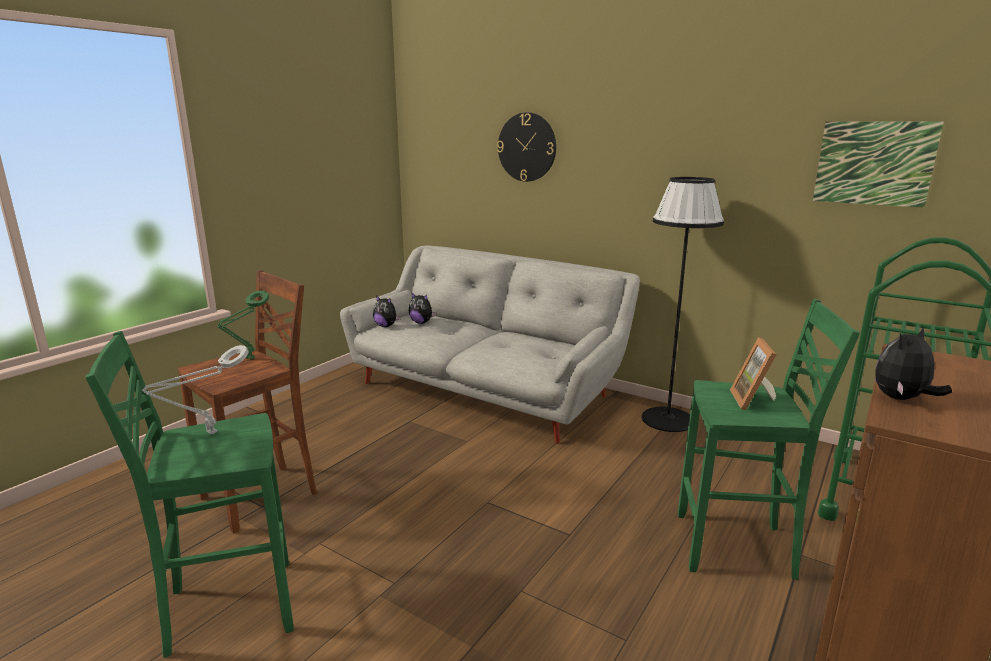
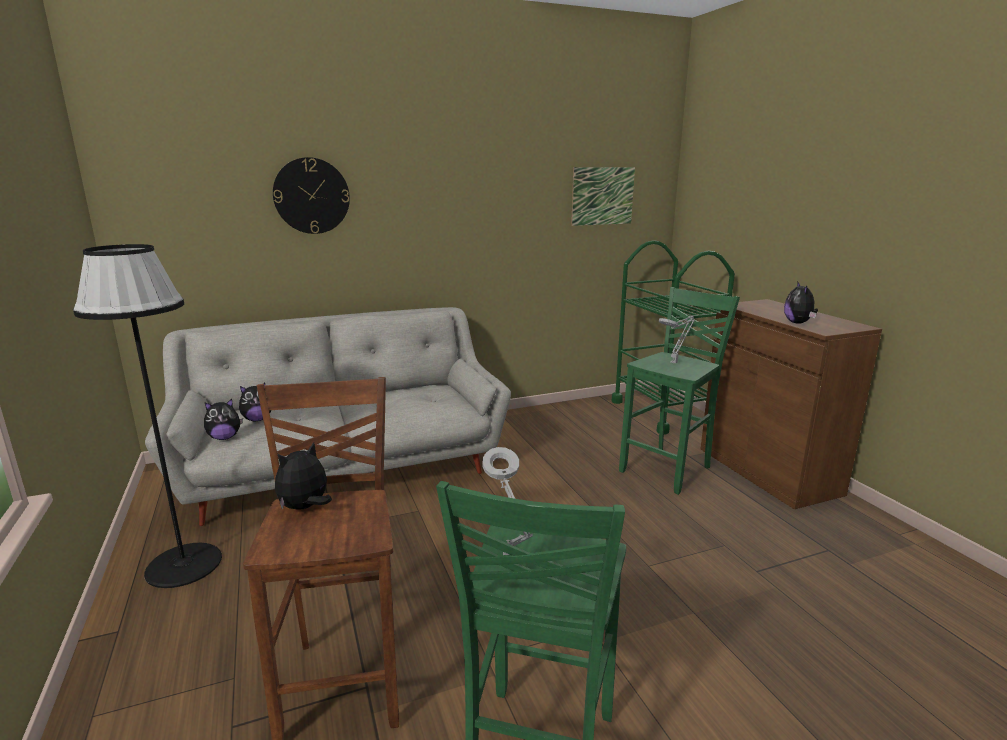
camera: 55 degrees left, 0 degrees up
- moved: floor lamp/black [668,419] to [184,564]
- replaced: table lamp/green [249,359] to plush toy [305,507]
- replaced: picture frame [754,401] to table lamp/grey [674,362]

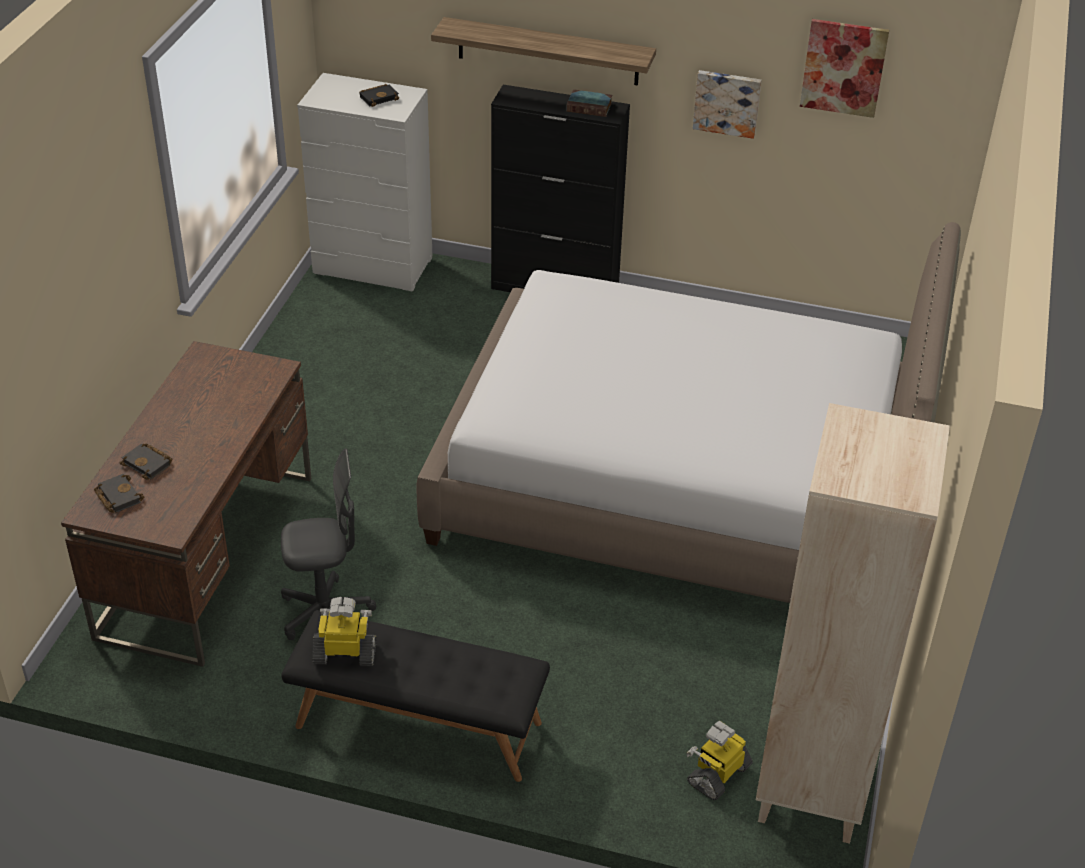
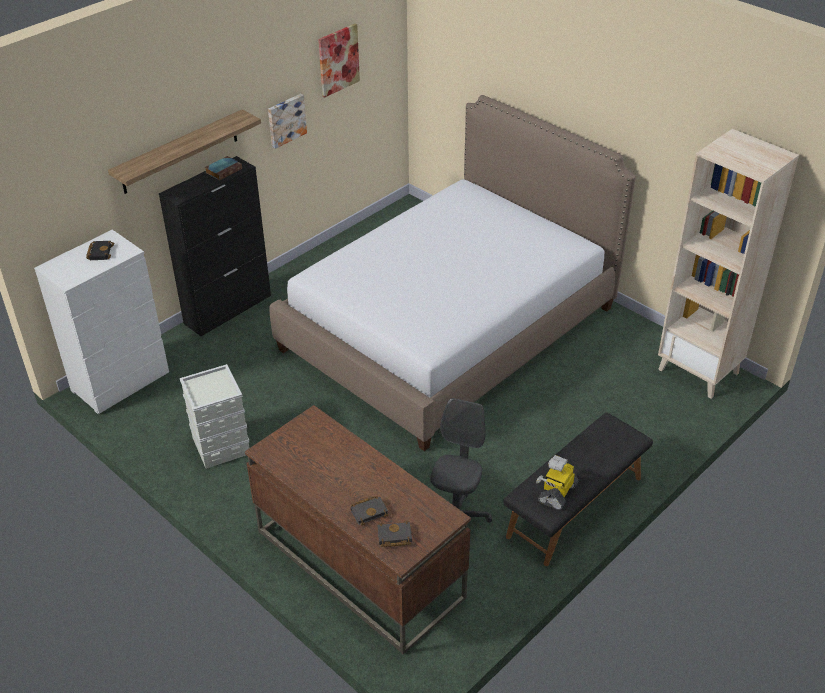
camera: 60 degrees left, 0 degrees up
- added: storage box/grey [220,445]
- removed: toy robot [718,774]

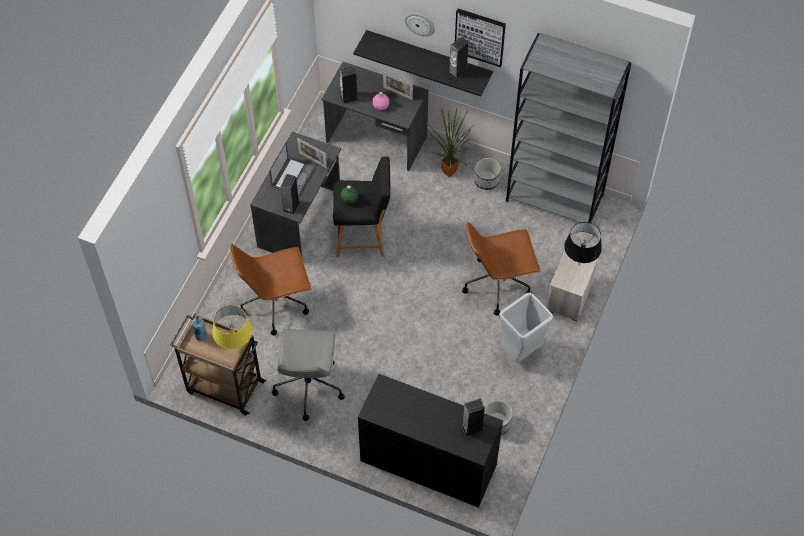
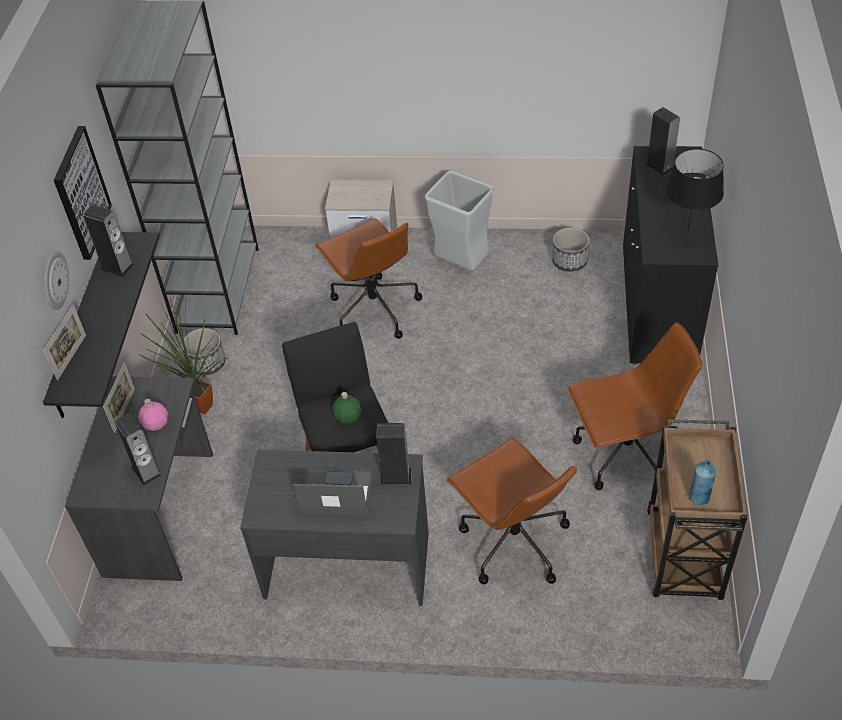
camera: 105 degrees left, 10 degrees down
- moved: picture frame [312,160] to [71,357]
- recoloured: office chair/grey [308,386] to office chair/brown [624,455]
- moved: table lamp/black [579,265] to [688,229]
- removed: table lamp/yellow [236,348]

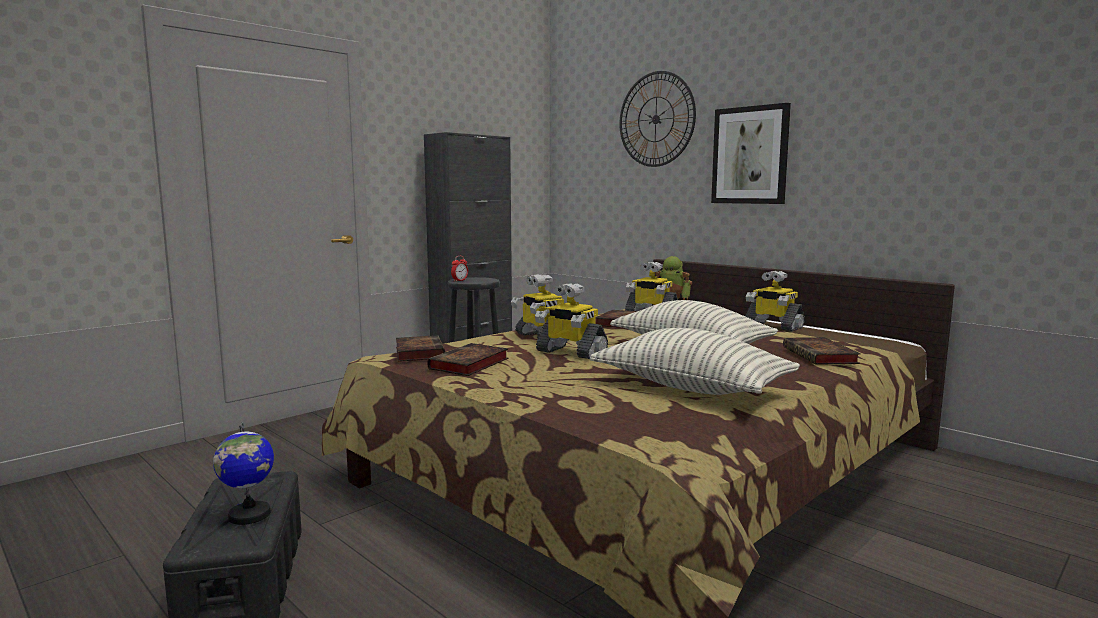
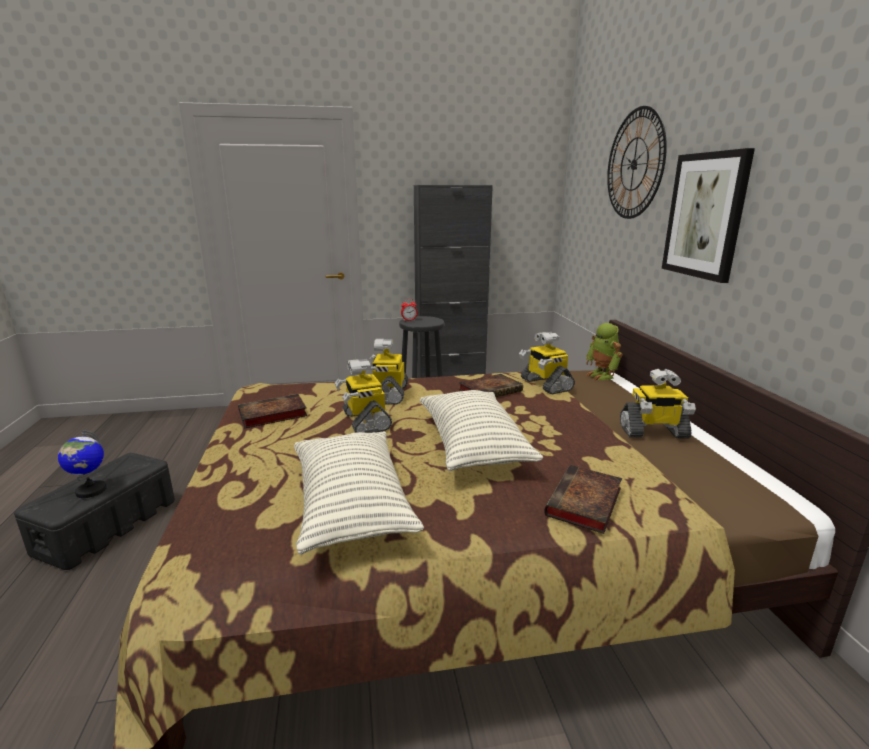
camera: 35 degrees right, 10 degrees up
- turned: toy robot [772,326] = [653,432] 75 degrees counterclockwise
- removed: book [418,353]

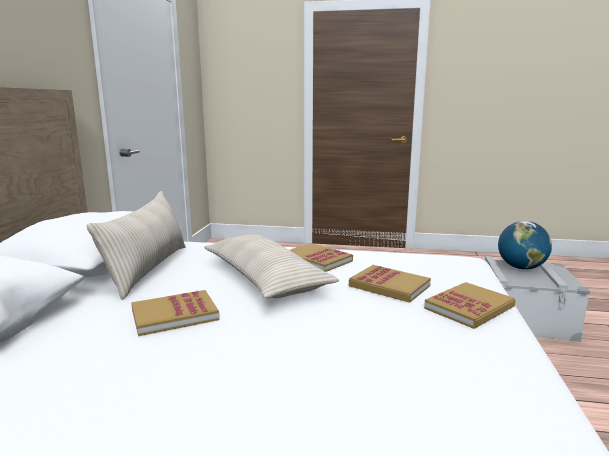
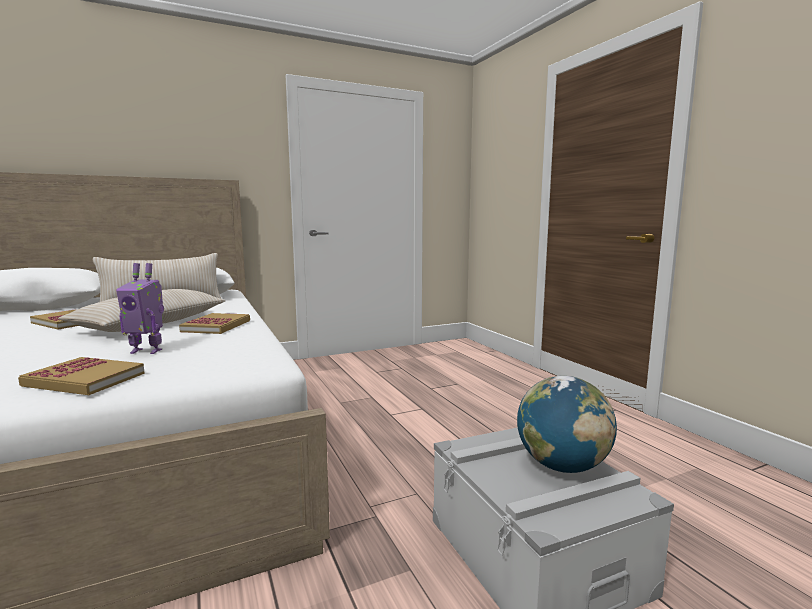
camera: 55 degrees right, 5 degrees down
- replaced: book [389,286] to toy robot [147,351]

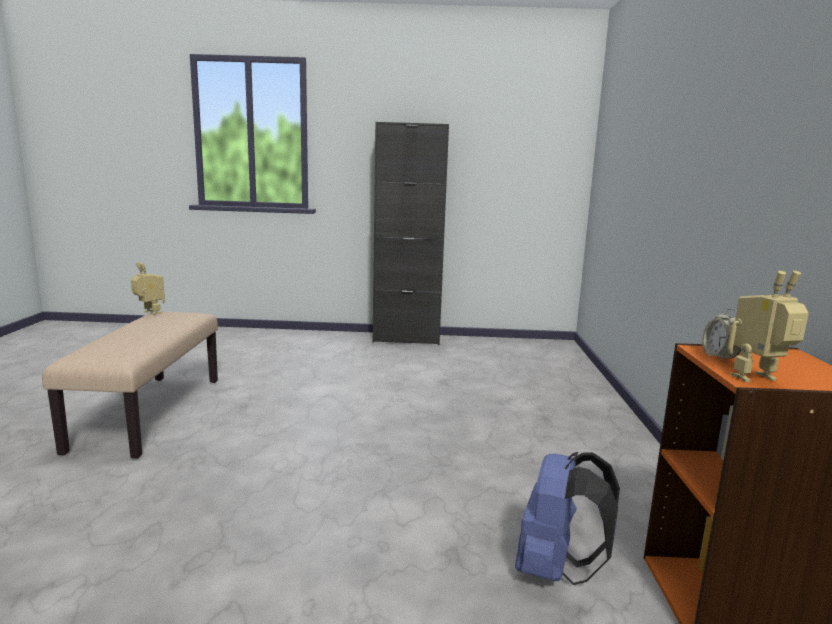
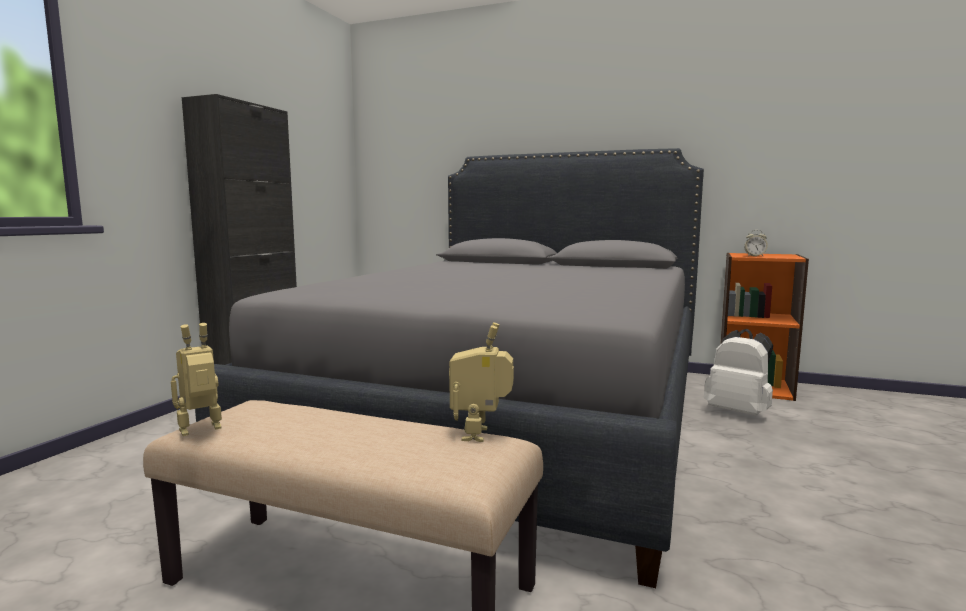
camera: 70 degrees left, 5 degrees down
- added: bed/grey [511,416]
- moved: toy robot [758,380] to [481,434]
- recoloured: backpack/blue [555,570] to backpack/white [738,413]

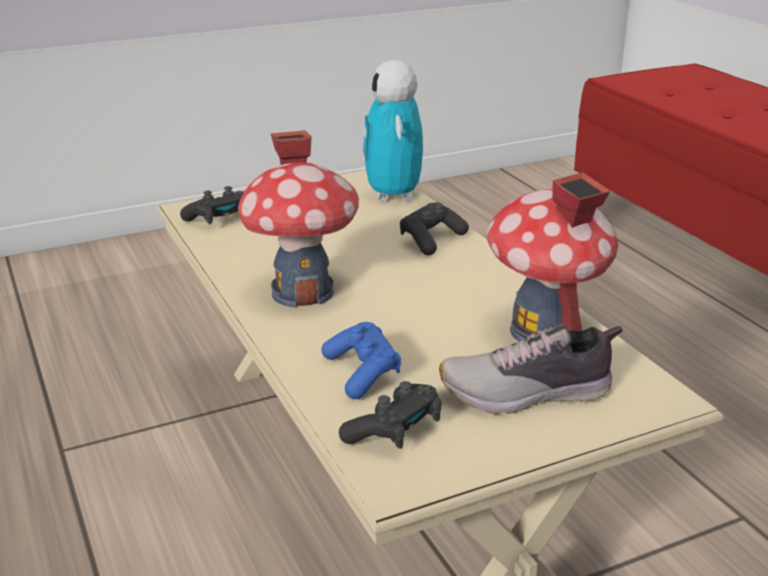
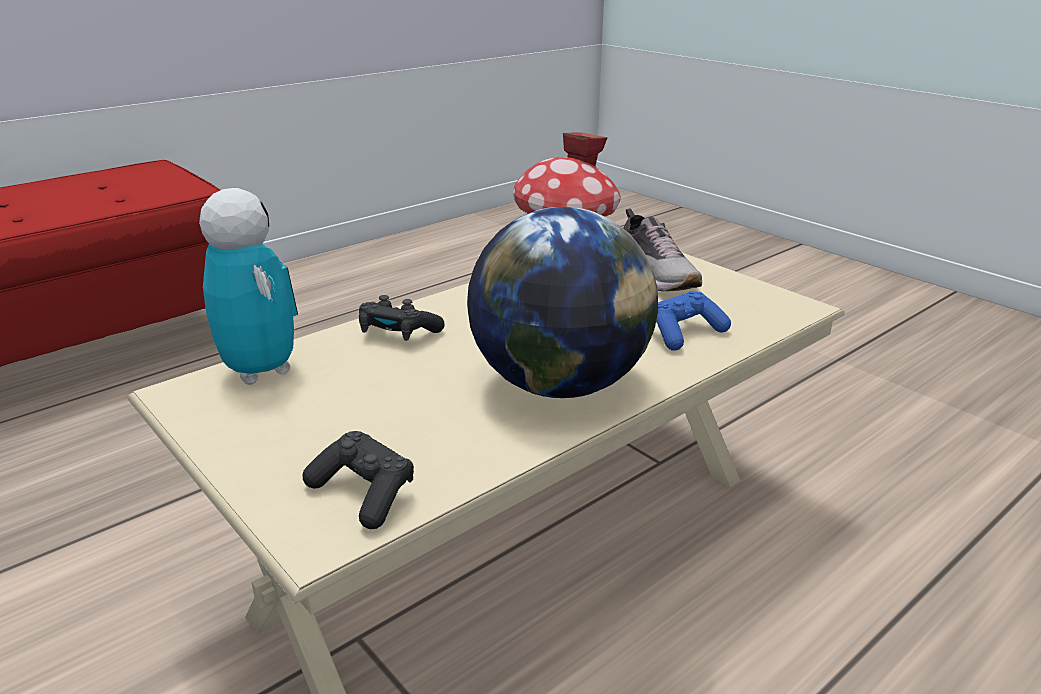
camera: 105 degrees left, 0 degrees up
- turned: toy robot [393,196] = [260,371] 105 degrees counterclockwise
- replaced: toy house [303,292] to globe [559,384]
- removed: game controller/black [394,431]

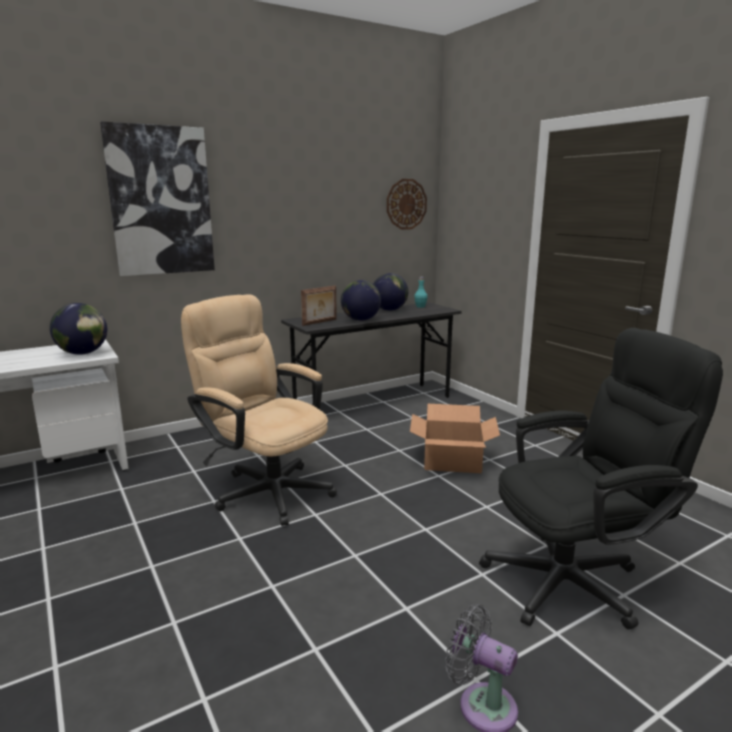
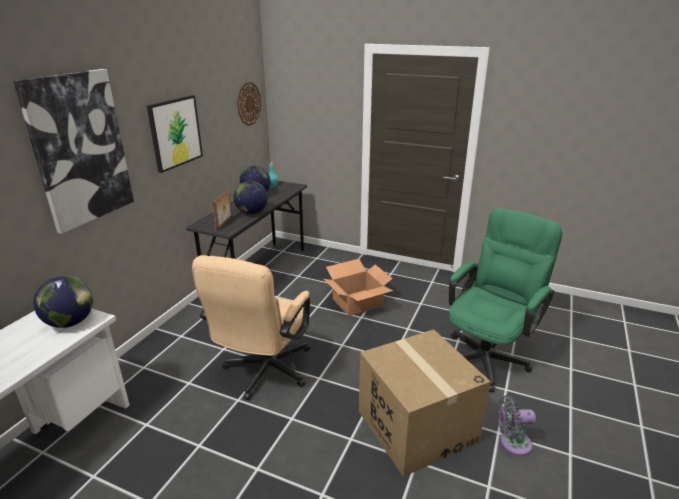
camera: 35 degrees left, 10 degrees up
- added: picture [175,132]
- turned: office chair/beige [266,489] = [264,374] 75 degrees counterclockwise
- added: cardboard box [416,426]
- recoloured: office chair/black [577,579] to office chair/green [488,355]

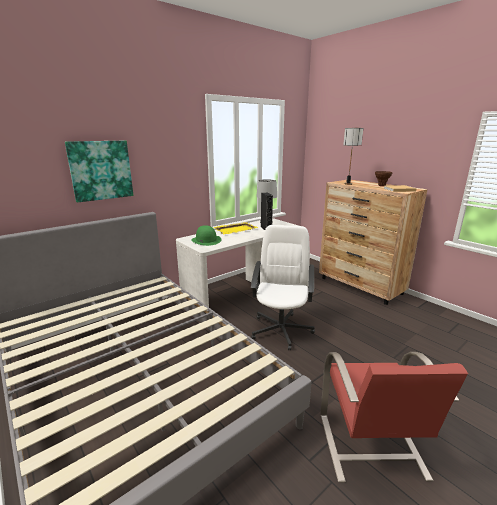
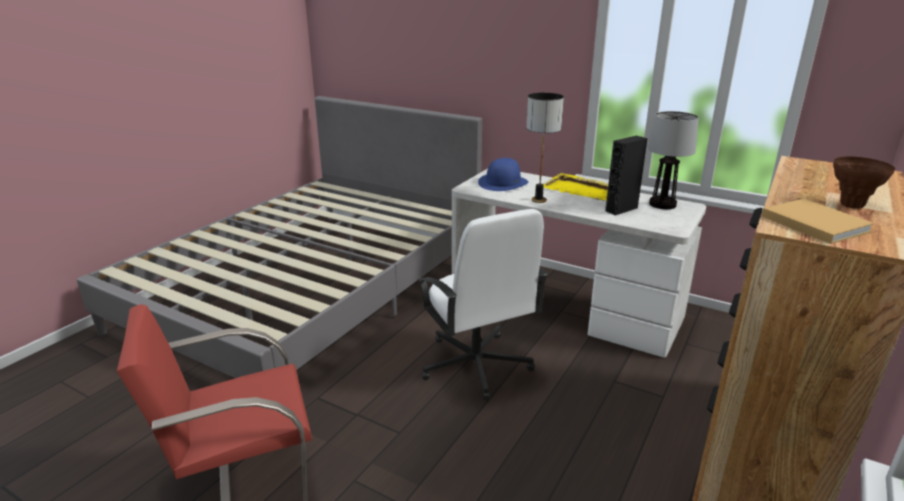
camera: 70 degrees right, 5 degrees up
- turned: office chair/white [281,329] = [476,365] 75 degrees clockwise
- recoloured: hat/green [206,240] to hat/blue [503,182]
- moved: table lamp [348,184] to [539,200]
- removed: picture [101,170]

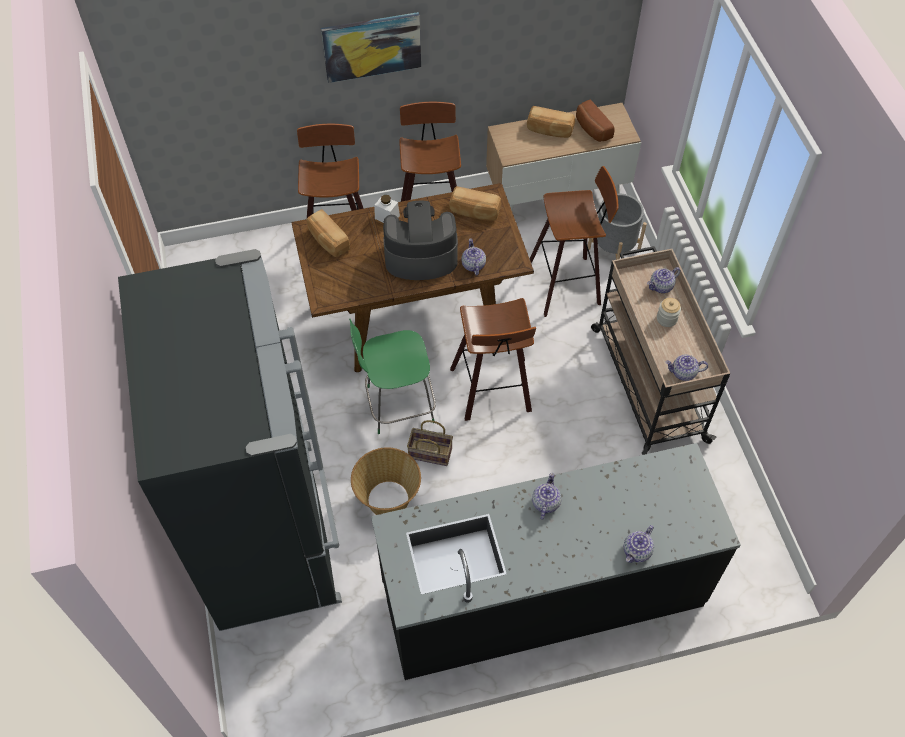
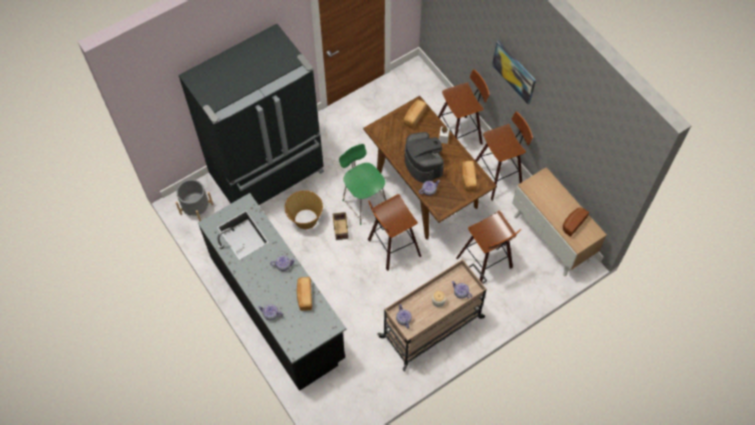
camera: 70 degrees right, 5 degrees up
- moved: planter/grey [613,248] to [196,209]
- moved: bread [549,130] to [304,296]

